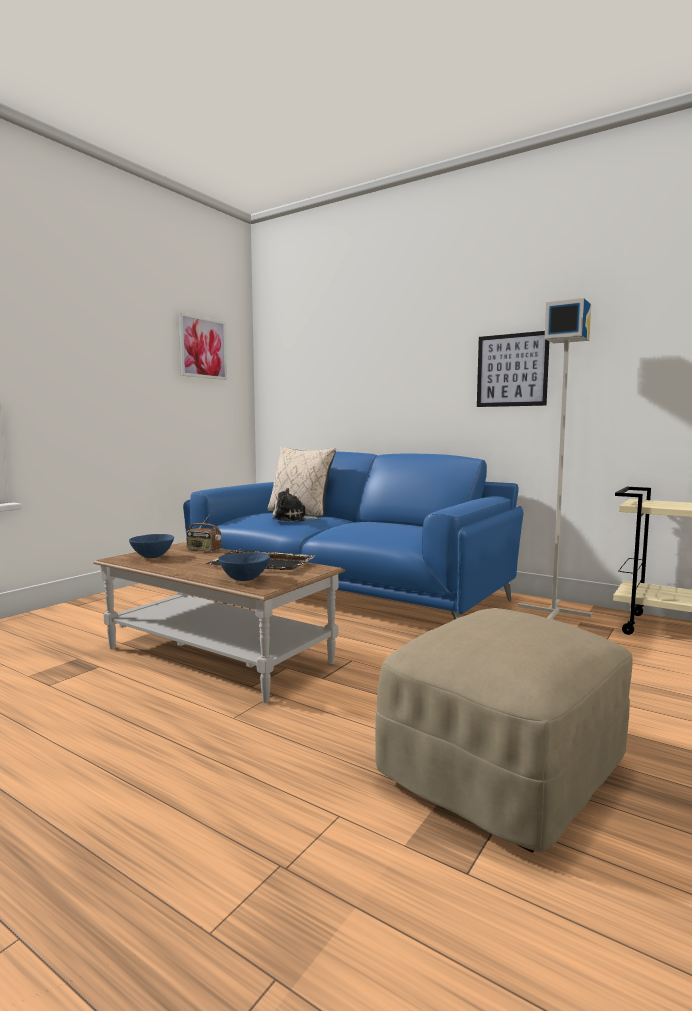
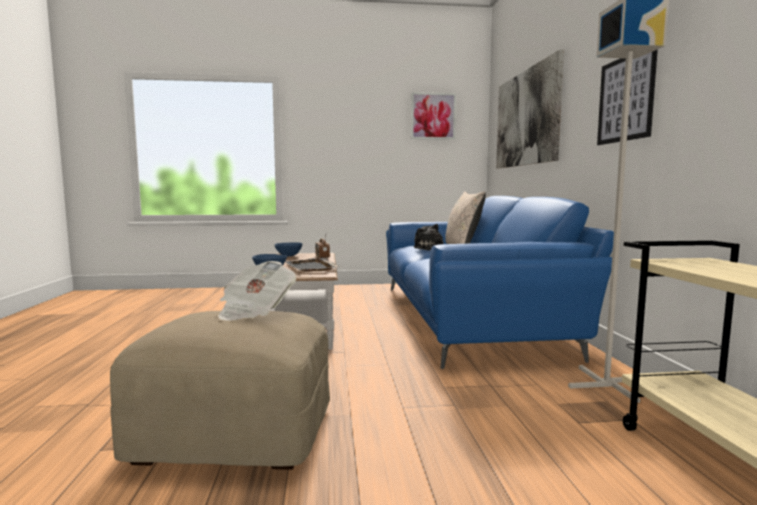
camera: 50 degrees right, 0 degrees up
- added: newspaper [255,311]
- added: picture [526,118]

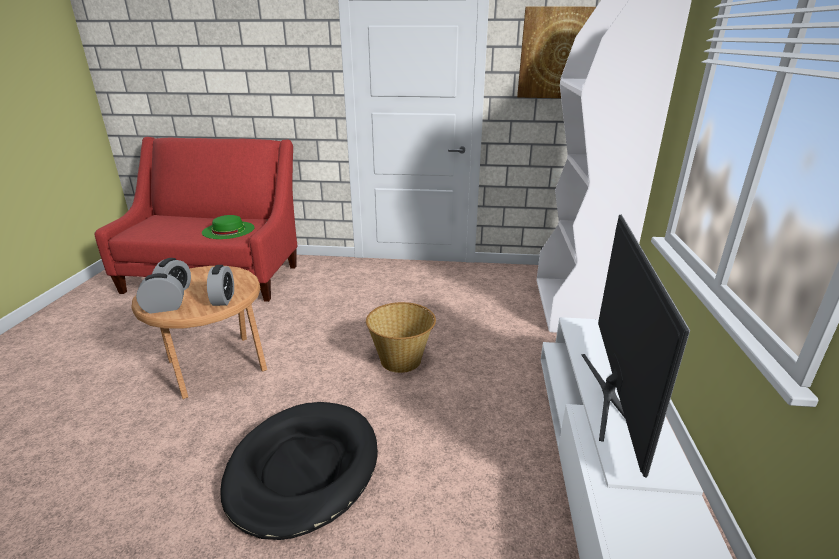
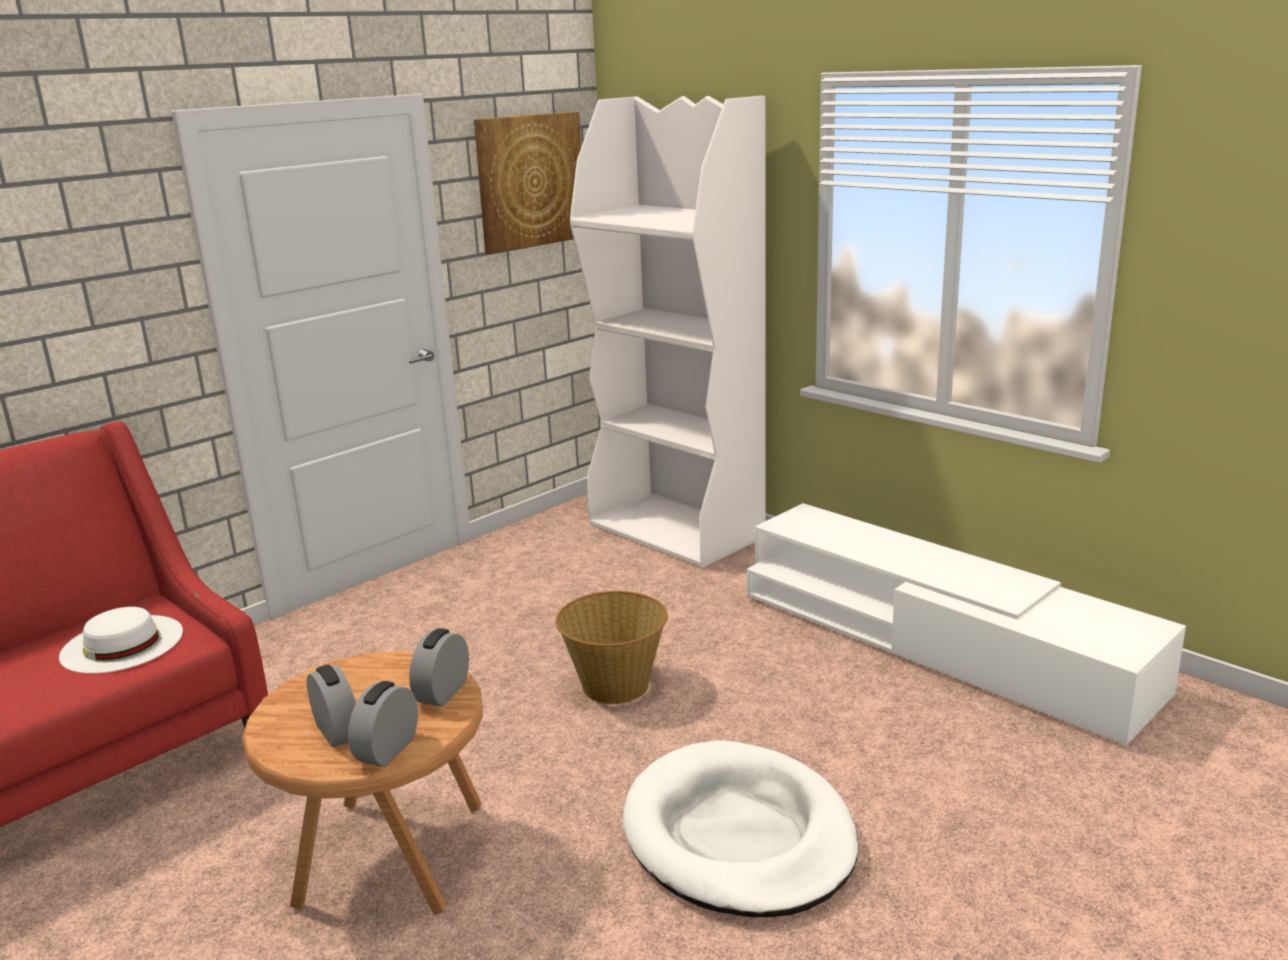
camera: 50 degrees left, 5 degrees down
- recoloured: hat/green [228,230] to hat/white [122,644]
- turned: alarm clock [223,299] = [443,692] 105 degrees counterclockwise
- recoloured: dog bed/black [303,470] to dog bed/white [739,836]
- removed: television [613,395]

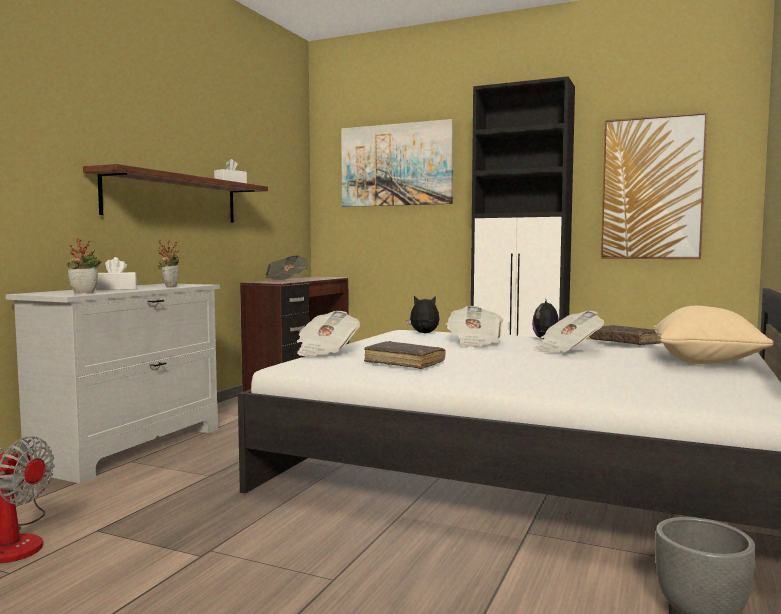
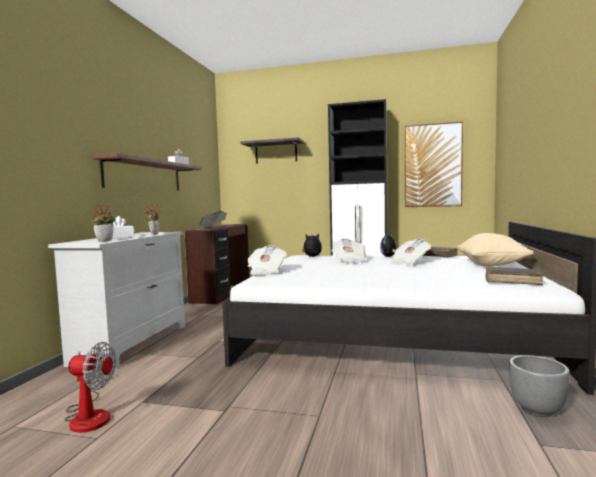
camera: 10 degrees left, 0 degrees up
- replaced: picture [396,165] to shelf [276,152]
- moved: book/brown [404,363] to [512,281]

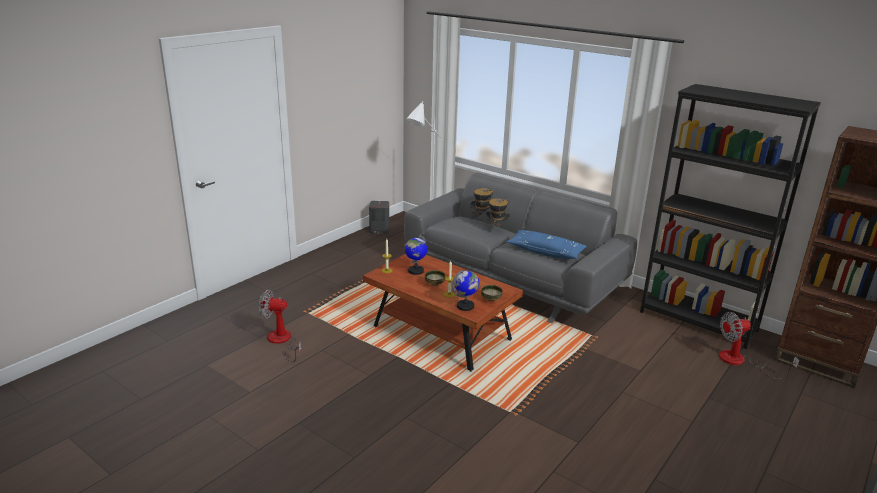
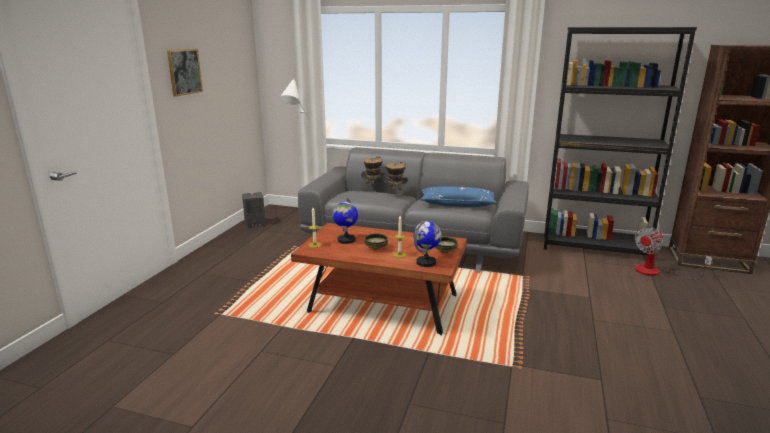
camera: 20 degrees left, 5 degrees down
- added: picture [184,72]
- removed: fan [282,341]

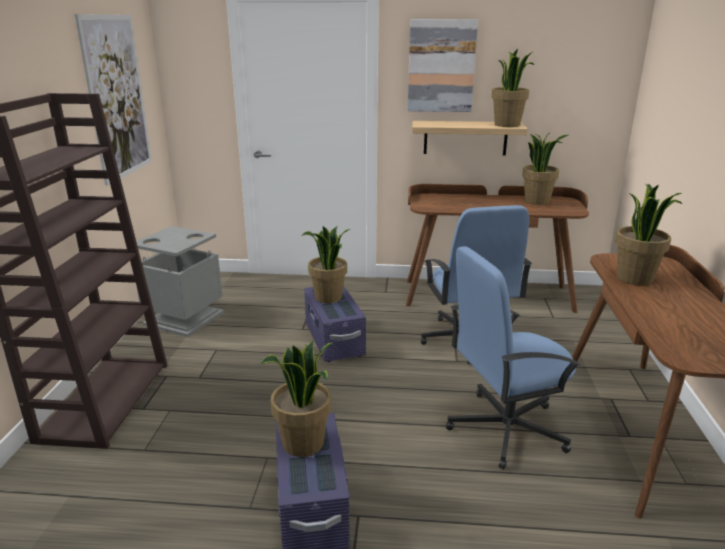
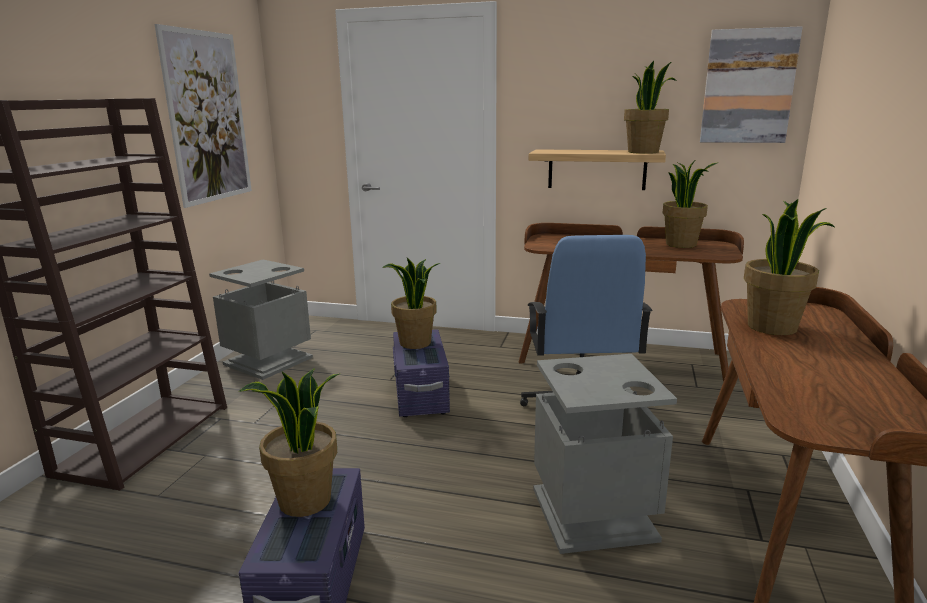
camera: 10 degrees right, 5 degrees down
- replaced: office chair/blue [504,428] to trash can/grey [591,513]
- moved: picture [441,66] to [748,87]

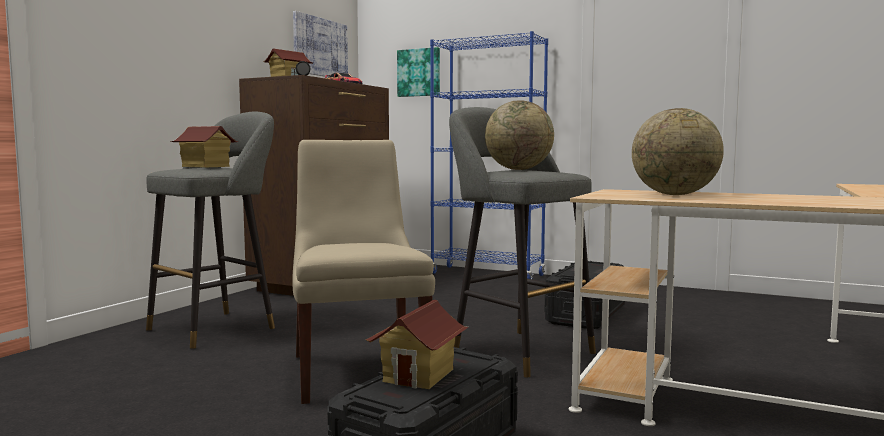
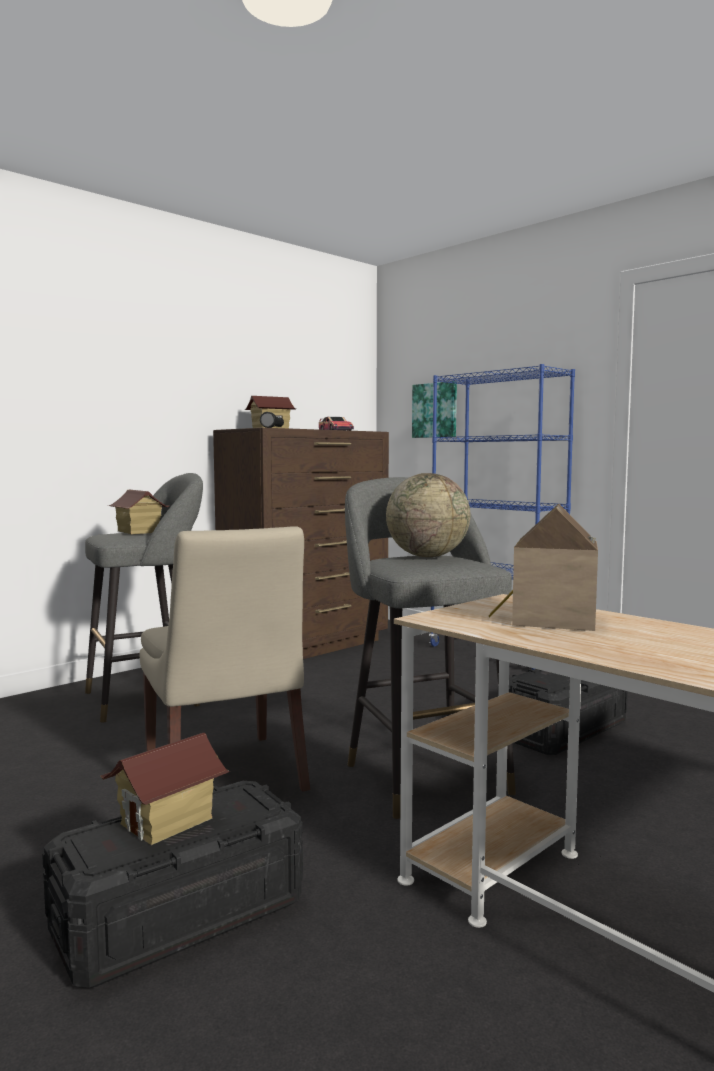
camera: 20 degrees right, 0 degrees up
- turned: chair/beige [358,370] = [225,776] 150 degrees clockwise
- replaced: globe [674,194] to toy house [548,619]
- removed: picture [320,47]

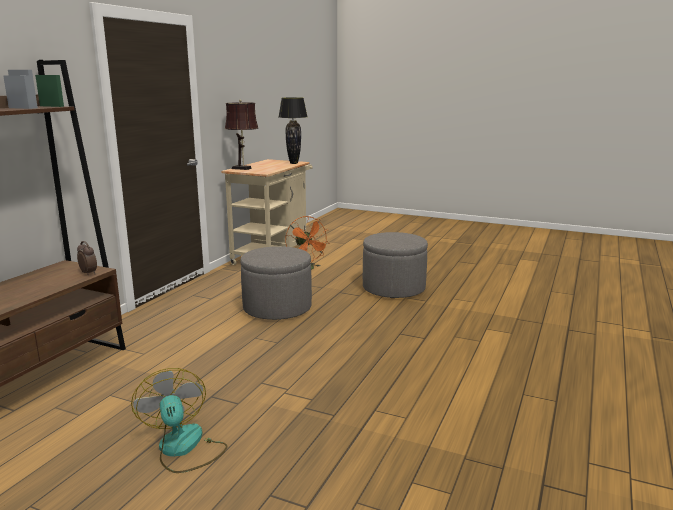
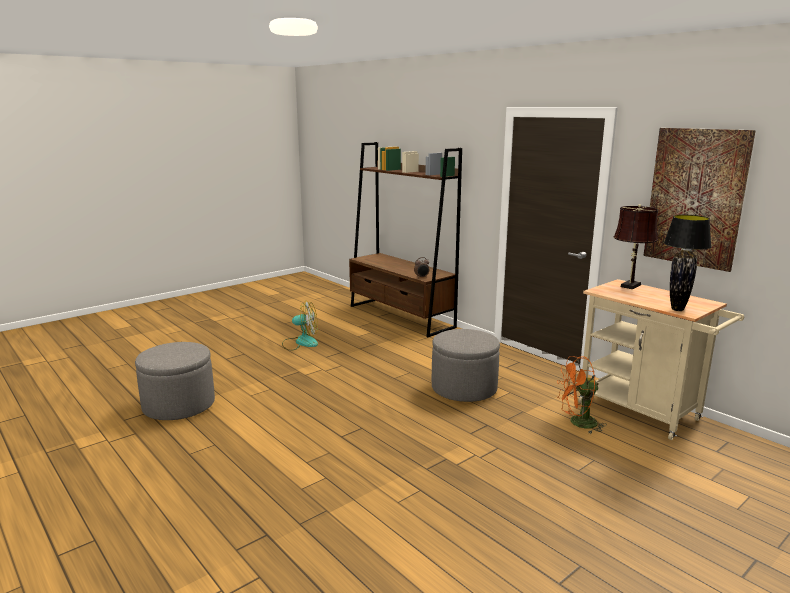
camera: 115 degrees right, 0 degrees up
- moved: ottoman/grey [393,288] to [179,405]
- added: picture [695,198]

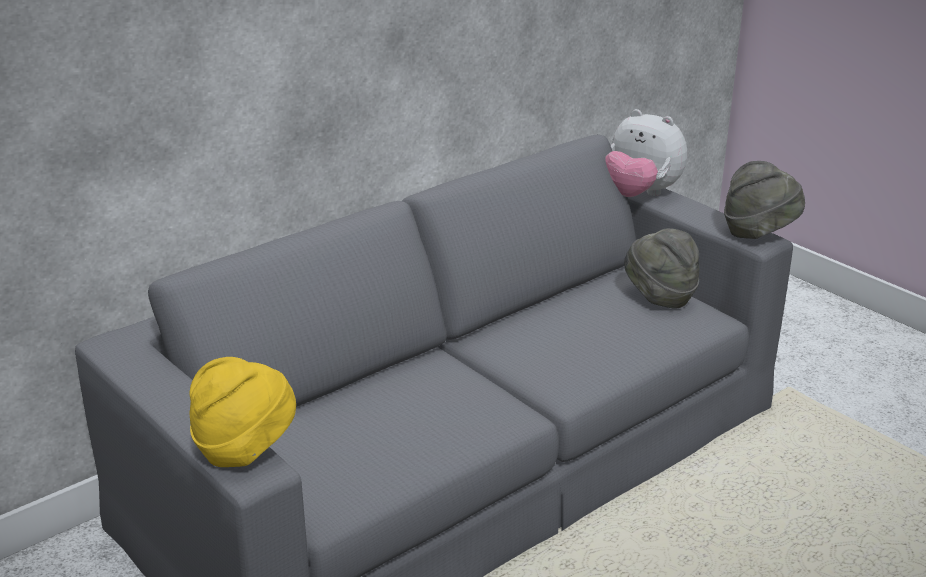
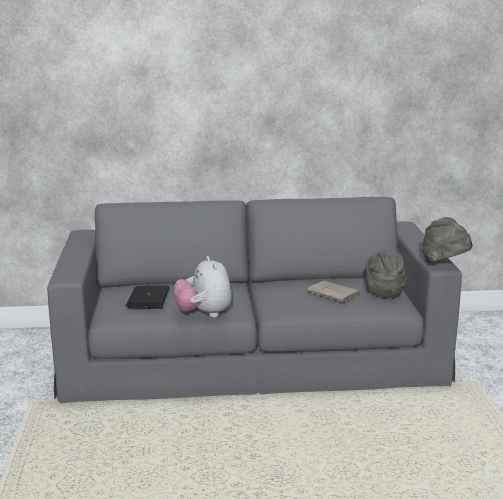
camera: 35 degrees right, 10 degrees down
- added: laptop [148,298]
- moved: plush toy [640,195] to [204,314]
- added: book/beige [334,293]
- removed: hat/yellow [245,448]

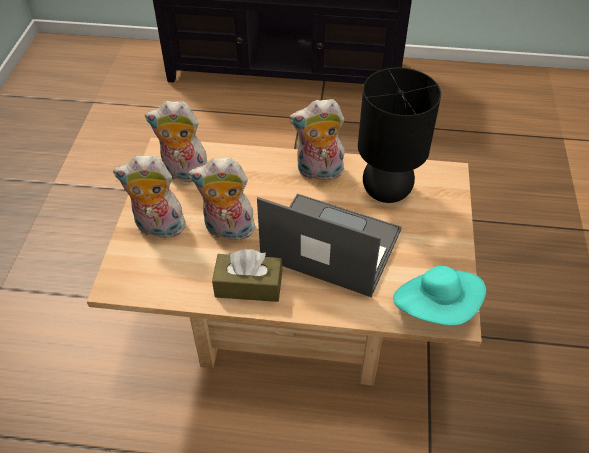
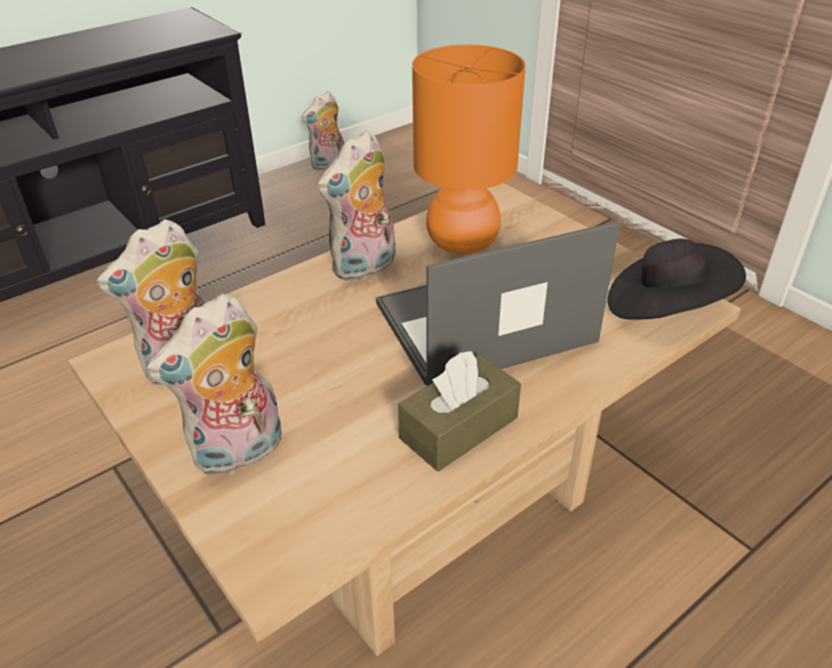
camera: 45 degrees left, 10 degrees down
- moved: plush toy [227,230] to [328,165]
- recoloured: table lamp/black [387,191] to table lamp/orange [463,242]
- recoloured: hat/turquoise [436,307] to hat/black [664,308]

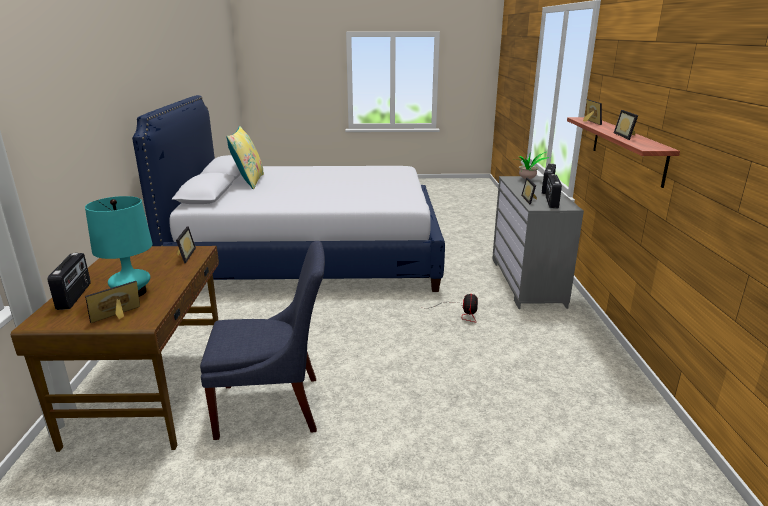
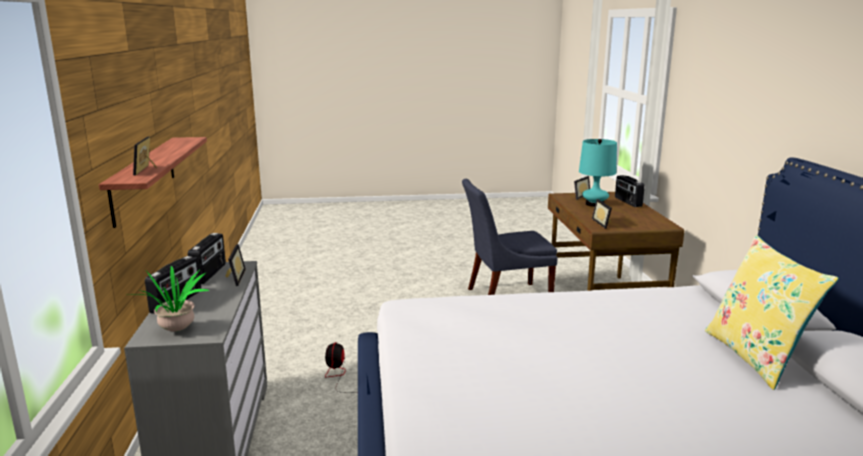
camera: 175 degrees right, 5 degrees down
- removed: picture frame [627,136]

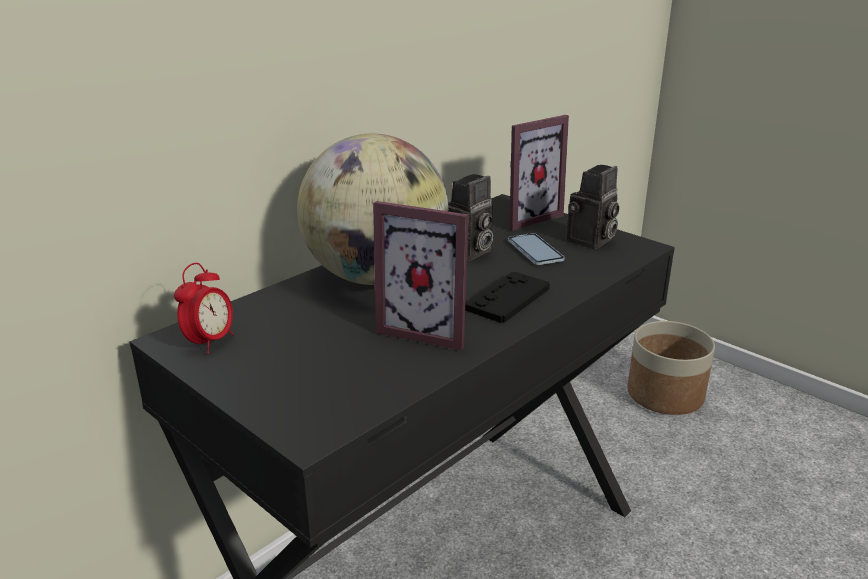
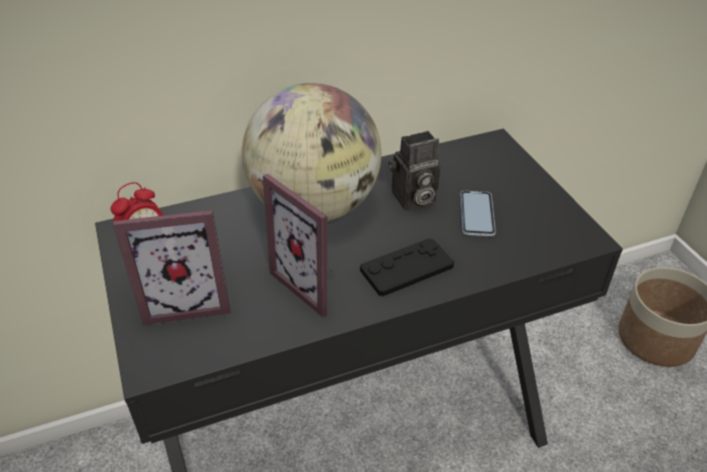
camera: 25 degrees right, 15 degrees up
- moved: picture frame [525,217] to [187,301]
- removed: photo camera [590,241]

